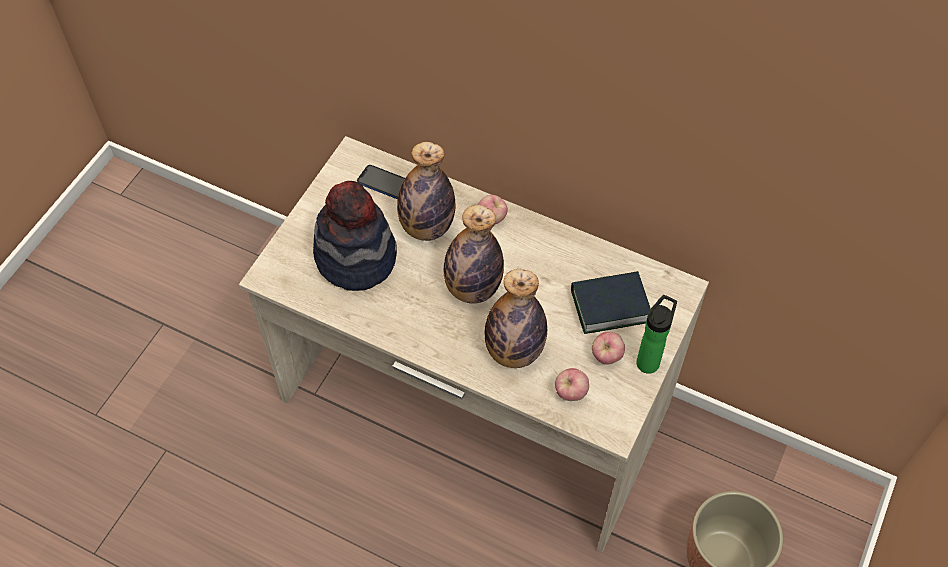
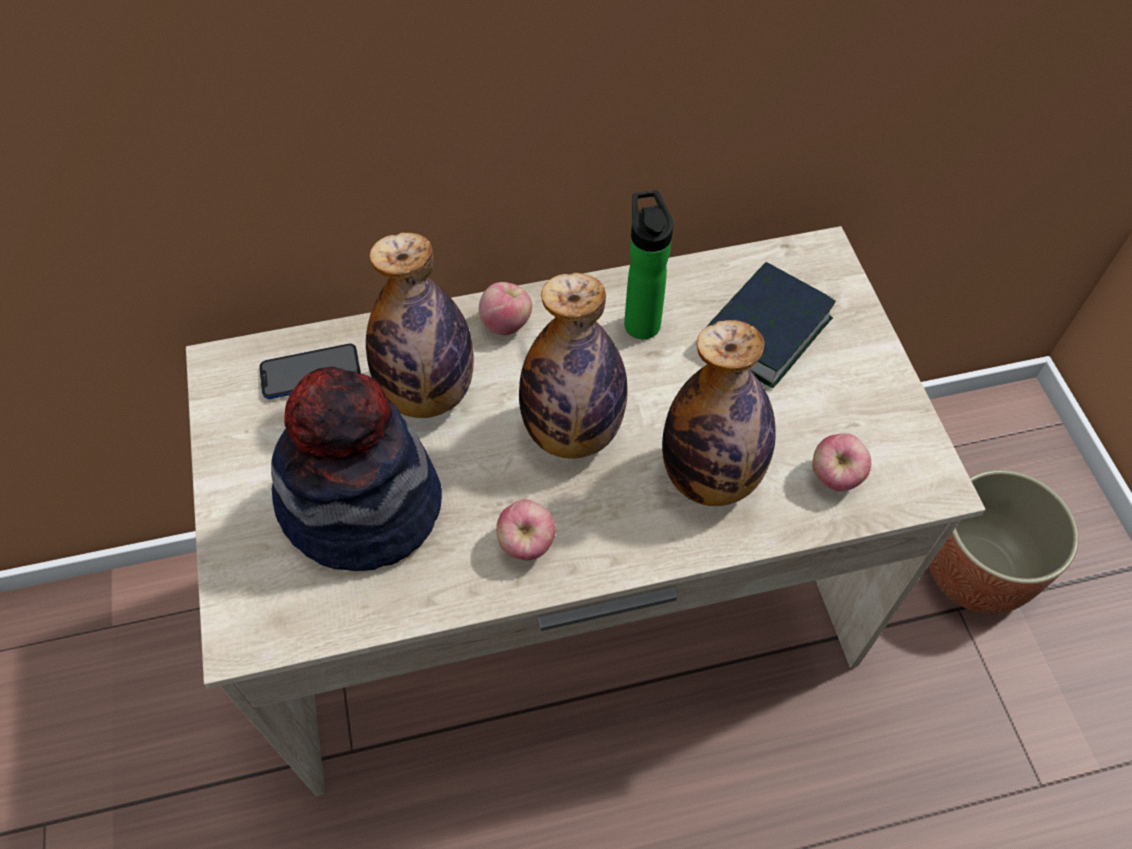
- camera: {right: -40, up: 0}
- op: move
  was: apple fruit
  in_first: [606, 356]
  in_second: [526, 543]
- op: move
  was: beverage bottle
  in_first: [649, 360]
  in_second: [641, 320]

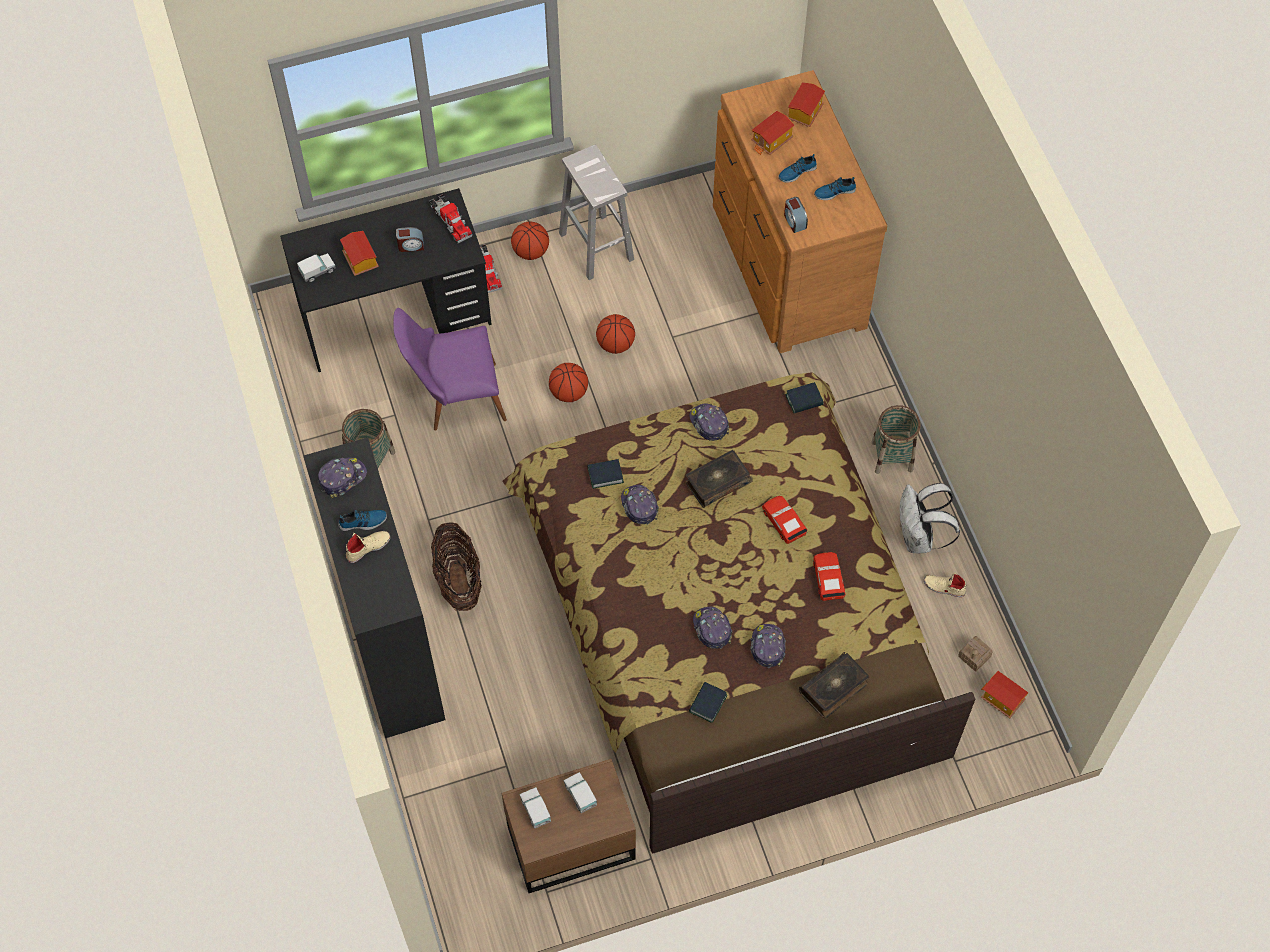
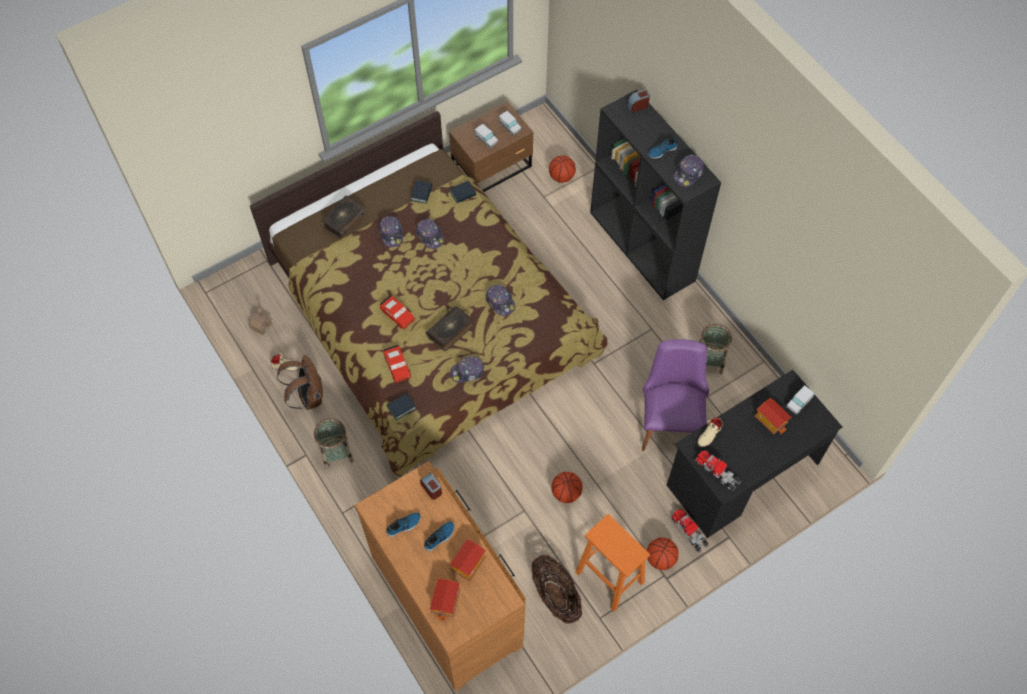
- camera: {right: 165, up: 0}
- op: move
  was: item of footwear (beige)
  in_first: [368, 547]
  in_second: [709, 435]
- op: rotate
  was: chair (purplish)
  in_first: [455, 397]
  in_second: [670, 420]
  clockwise: -60
- op: move
  was: alarm clock
  in_first: [411, 245]
  in_second: [638, 106]
- op: move
  was: household basket
  in_first: [458, 580]
  in_second: [555, 596]
- op: move
  was: ball for basketball
  in_first: [568, 392]
  in_second: [561, 177]
- op: recolor
  was: stool (whitish)
  now: stool (orange)
  in_first: [597, 247]
  in_second: [608, 576]
- op: move
  was: book
  in_first: [605, 475]
  in_second: [463, 193]
- op: rotate
  was: baseball cap
  in_first: [708, 424]
  in_second: [467, 372]
  clockwise: 120
- op: move
  was: model car (red)
  in_first: [828, 579]
  in_second: [397, 366]
- op: recolor
  was: backpack (whitish)
  now: backpack (brown)
  in_first: [919, 538]
  in_second: [308, 396]
- op: delete
  was: toy house
  in_first: [1001, 700]

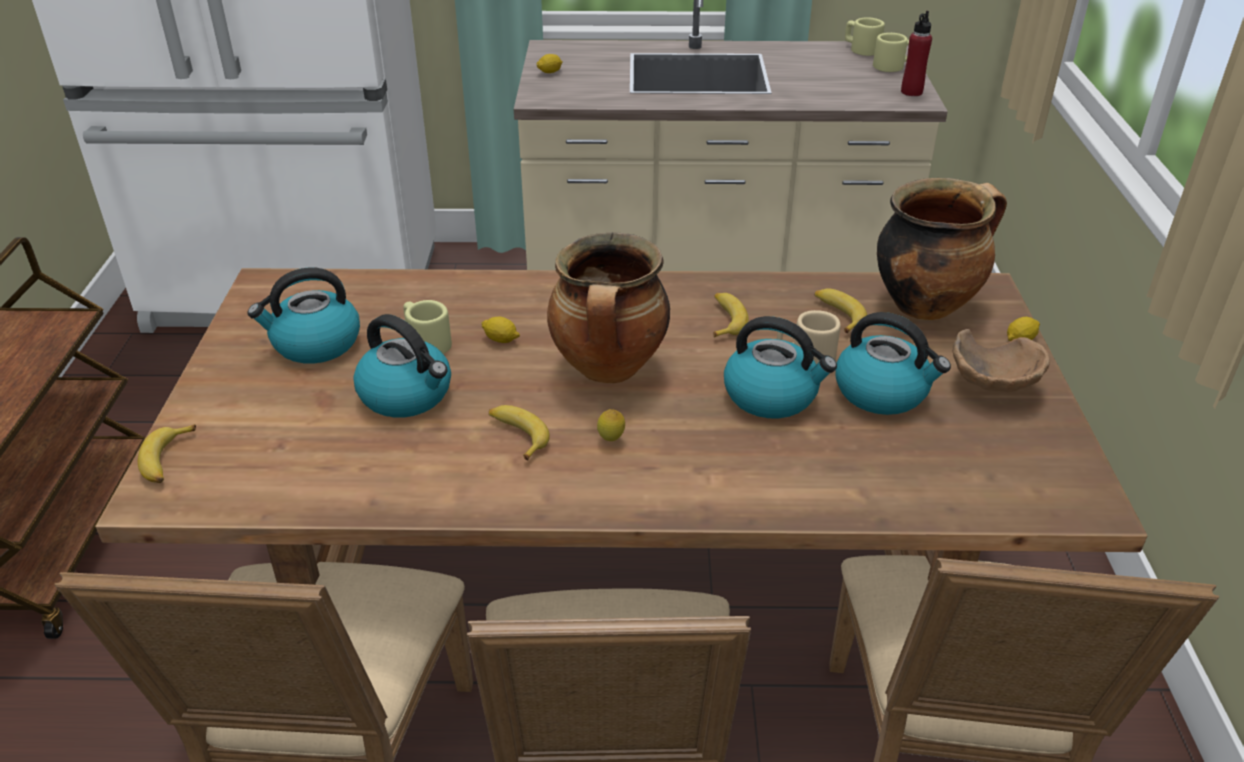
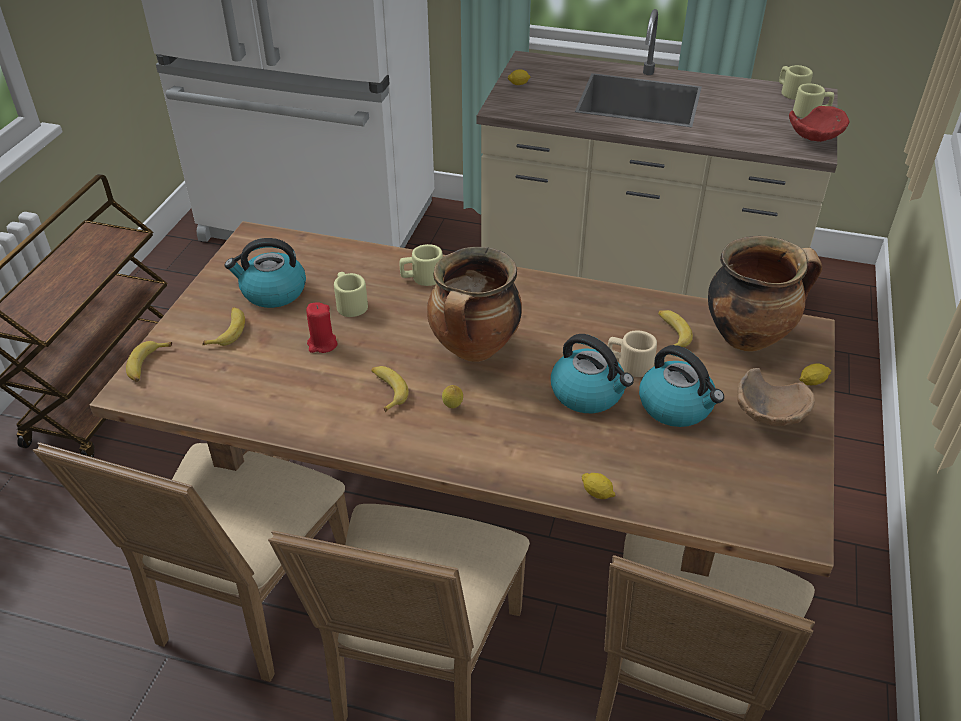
- camera: {right: 15, up: 5}
- op: replace
  was: tea kettle
  now: wax candle (red)
  in_first: [407, 395]
  in_second: [322, 344]
- op: move
  was: whole lemon
  in_first: [501, 339]
  in_second: [597, 493]
- op: move
  was: banana
  in_first: [725, 320]
  in_second: [228, 331]
- op: replace
  was: beverage bottle (red)
  now: serving bowl (red)
  in_first: [911, 92]
  in_second: [814, 141]
- op: insert
  now: tea mug (beige)
  in_second: [421, 278]

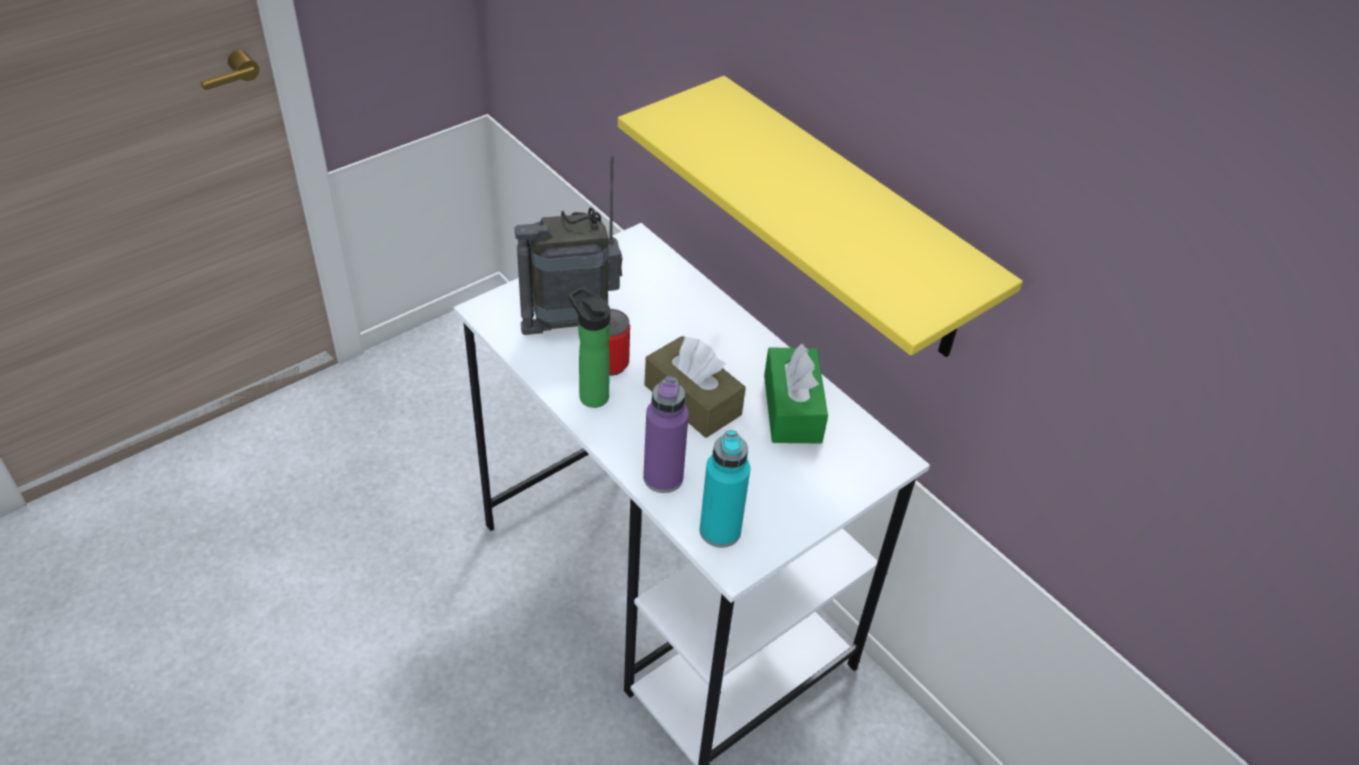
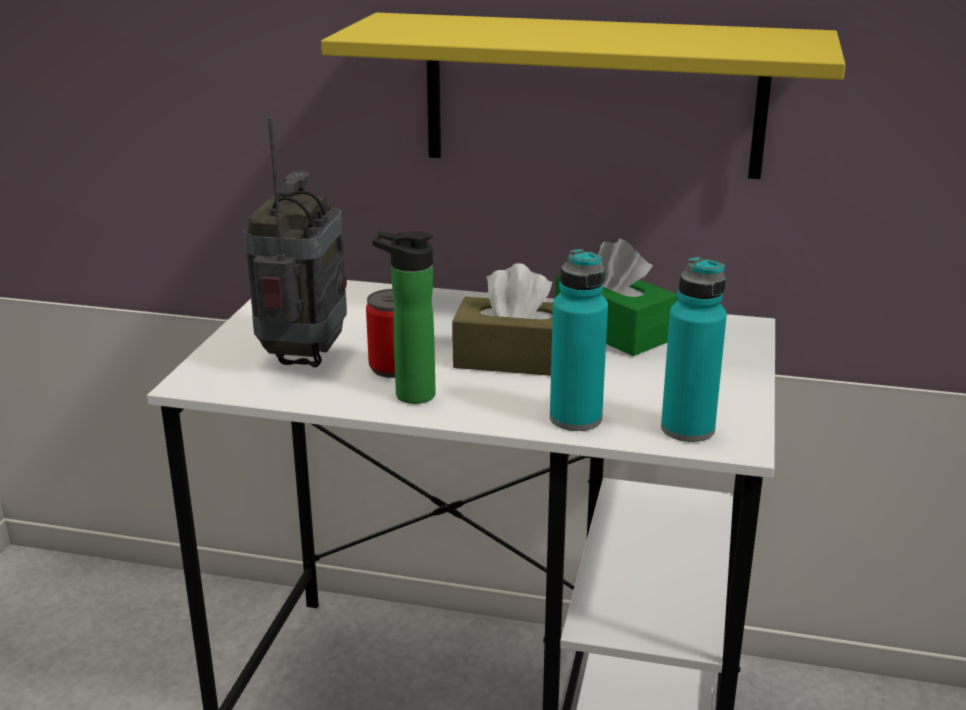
- camera: {right: -35, up: -20}
- op: rotate
  was: radio
  in_first: [570, 320]
  in_second: [304, 355]
  clockwise: 150
- op: recolor
  was: beverage bottle (purplish)
  now: beverage bottle (turquoise-coloured)
  in_first: [663, 478]
  in_second: [575, 418]

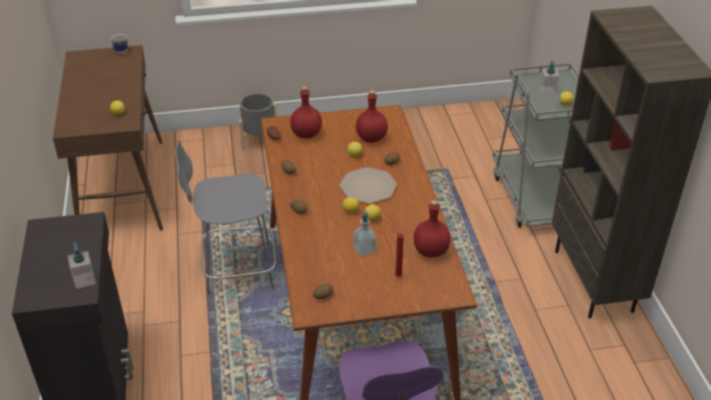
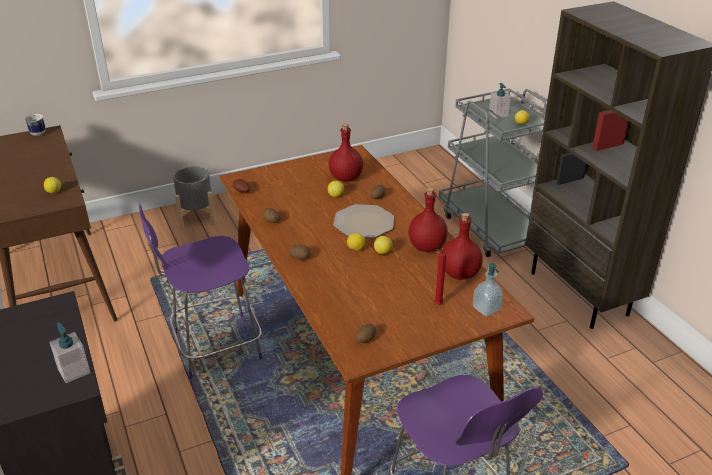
- camera: {right: -15, up: -5}
- op: recolor
  was: chair (gray)
  now: chair (purplish)
  in_first: [236, 270]
  in_second: [213, 347]
- op: move
  was: beverage bottle (red)
  in_first: [306, 134]
  in_second: [426, 246]
- op: move
  was: liquid soap bottle
  in_first: [364, 249]
  in_second: [486, 309]

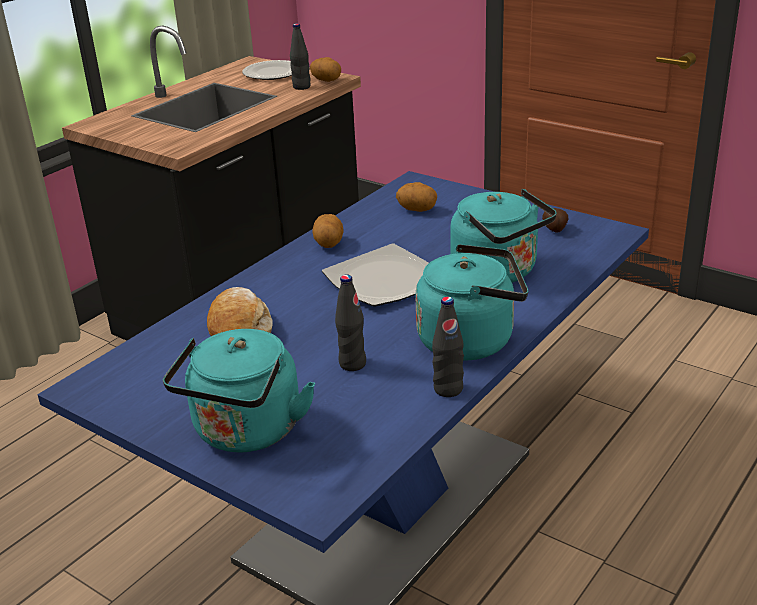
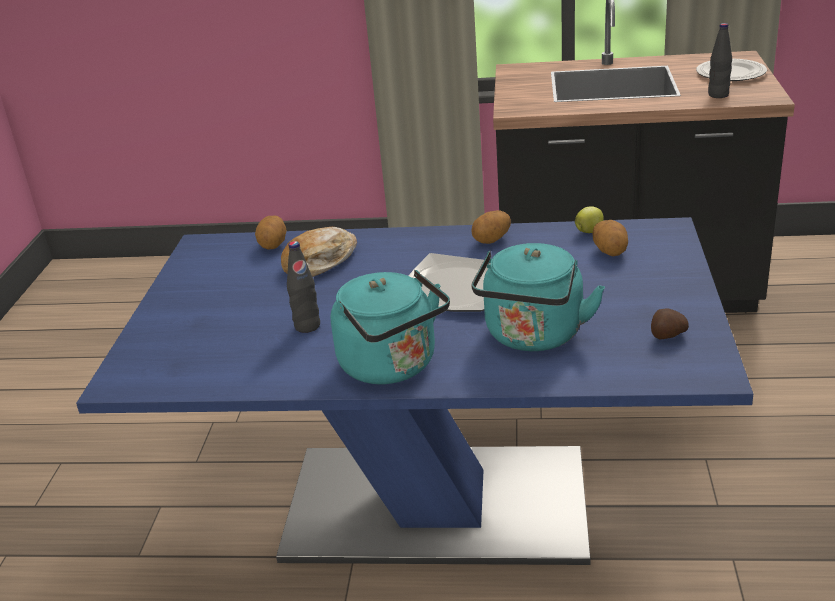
- camera: {right: 60, up: 0}
- op: delete
  was: tea kettle (turquoise-coloured)
  in_first: [246, 433]
- op: move
  was: potato
  in_first: [326, 80]
  in_second: [273, 245]
- op: delete
  was: beverage bottle (blackish)
  in_first: [448, 389]
- op: insert
  now: apple fruit
  in_second: [589, 231]

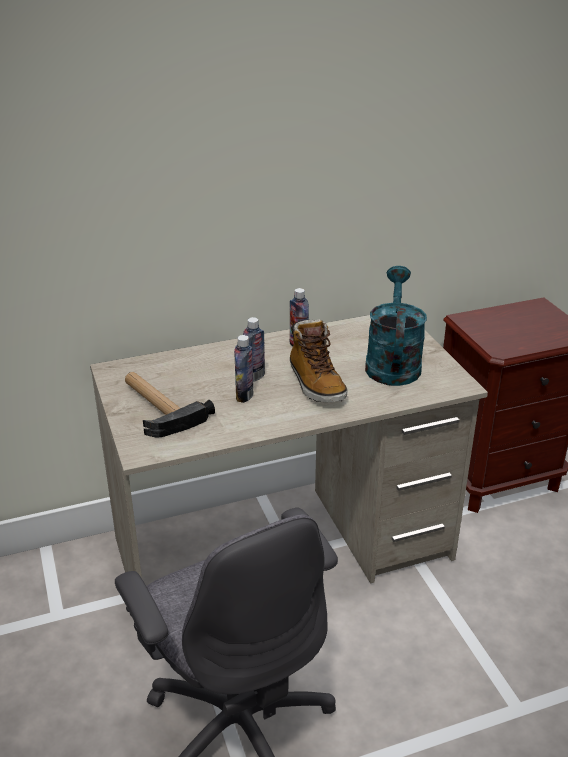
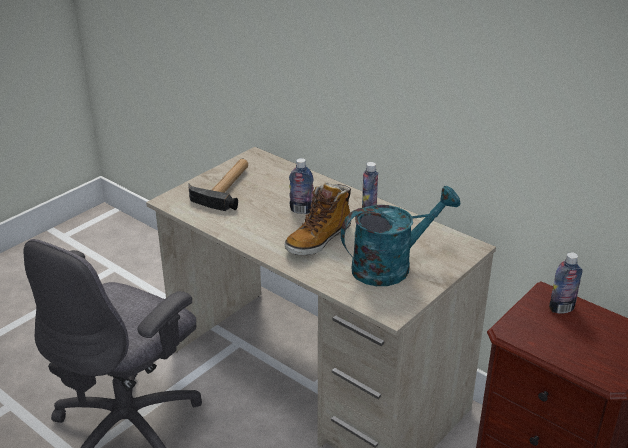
- camera: {right: 60, up: 0}
- op: move
  was: beverage bottle
  in_first: [244, 396]
  in_second: [561, 308]

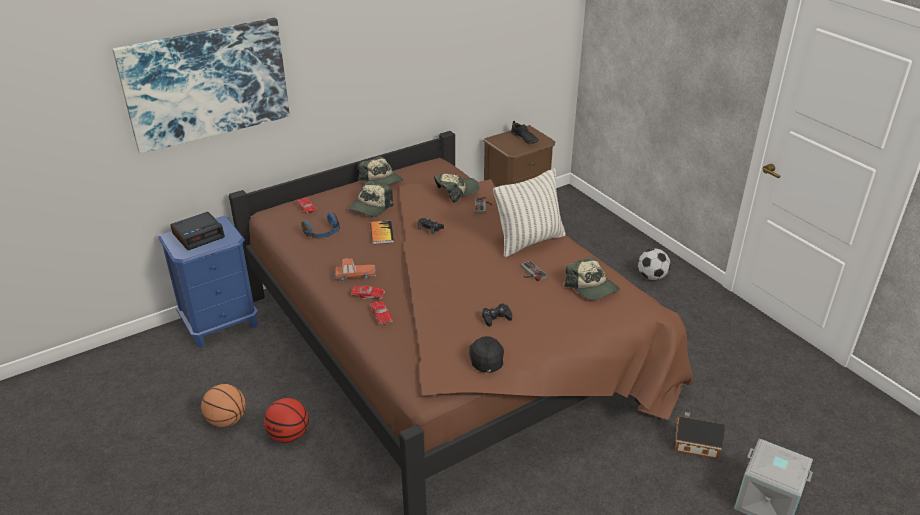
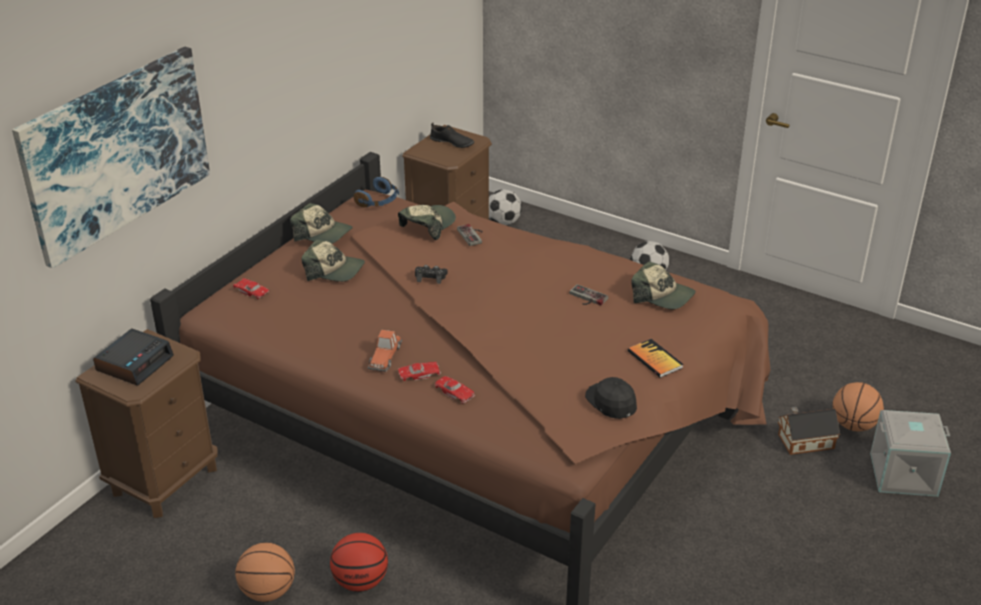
- camera: {right: -25, up: 0}
- op: recolor
  was: nightstand (blue)
  now: nightstand (brown)
  in_first: [220, 324]
  in_second: [164, 480]
- op: move
  was: pair of headphones (blue)
  in_first: [323, 233]
  in_second: [378, 201]
- op: rotate
  was: model car
  in_first: [355, 275]
  in_second: [384, 356]
  clockwise: 135
- op: rotate
  was: baseball cap
  in_first: [370, 207]
  in_second: [334, 270]
  clockwise: -75
- op: move
  was: book
  in_first: [381, 233]
  in_second: [655, 359]
- op: delete
  was: gamepad (blackish)
  in_first: [496, 318]
- op: delete
  was: cushion
  in_first: [529, 241]
- op: insert
  now: football
  in_second: [503, 222]
- op: insert
  now: ball for basketball
  in_second: [853, 425]

